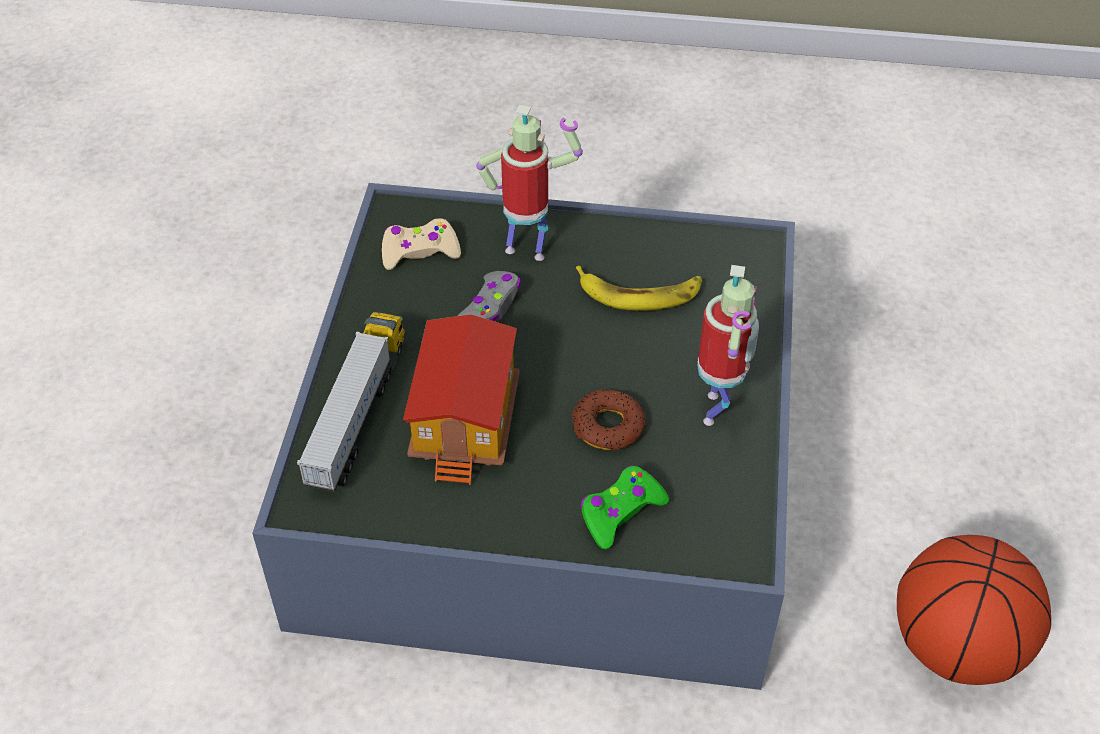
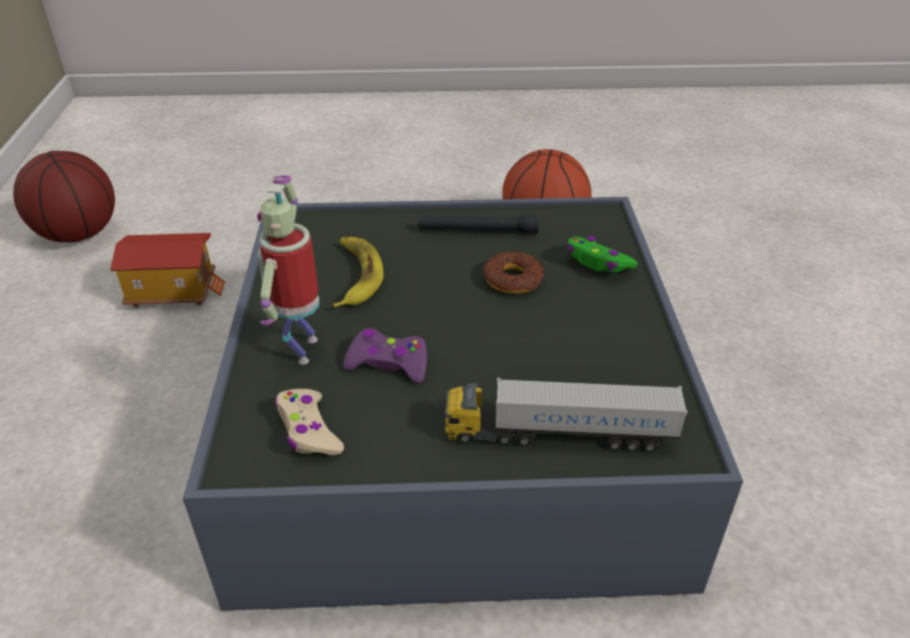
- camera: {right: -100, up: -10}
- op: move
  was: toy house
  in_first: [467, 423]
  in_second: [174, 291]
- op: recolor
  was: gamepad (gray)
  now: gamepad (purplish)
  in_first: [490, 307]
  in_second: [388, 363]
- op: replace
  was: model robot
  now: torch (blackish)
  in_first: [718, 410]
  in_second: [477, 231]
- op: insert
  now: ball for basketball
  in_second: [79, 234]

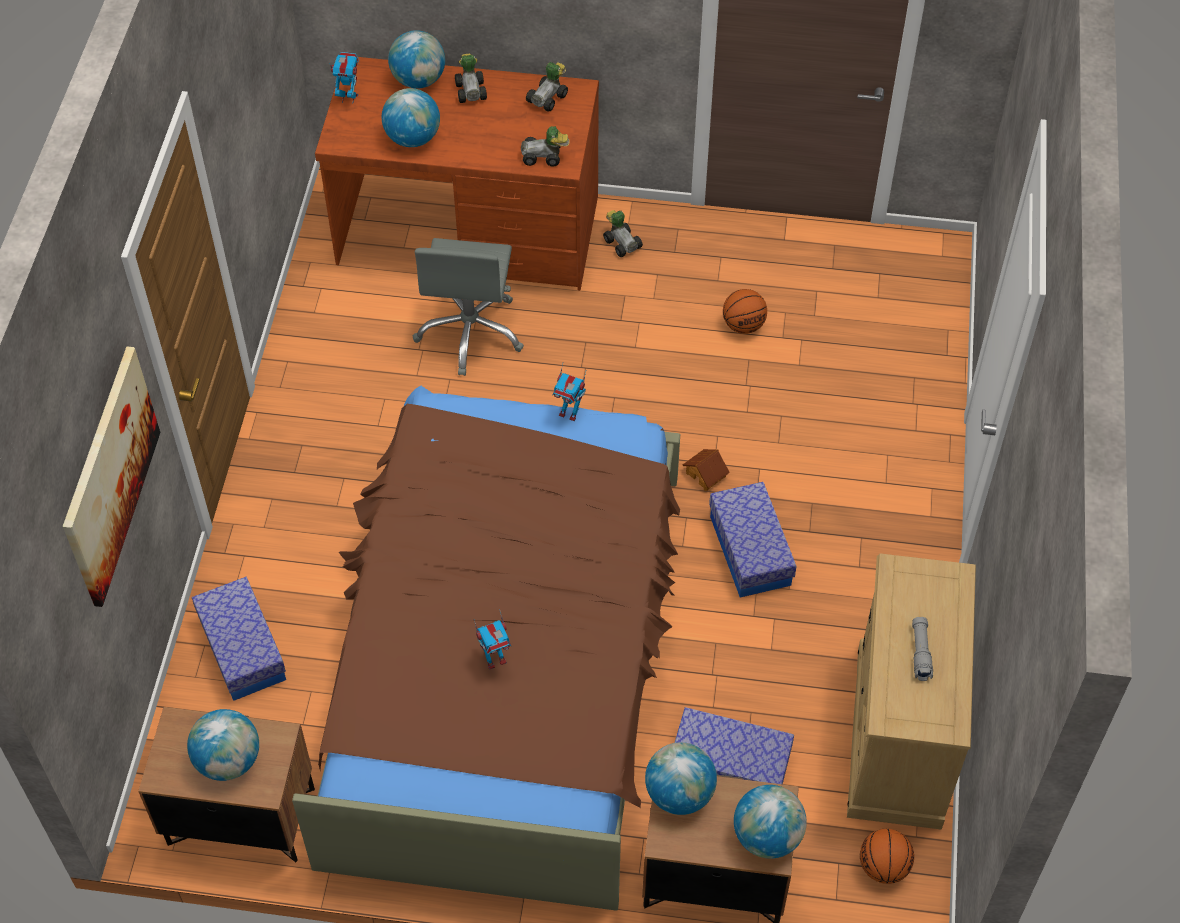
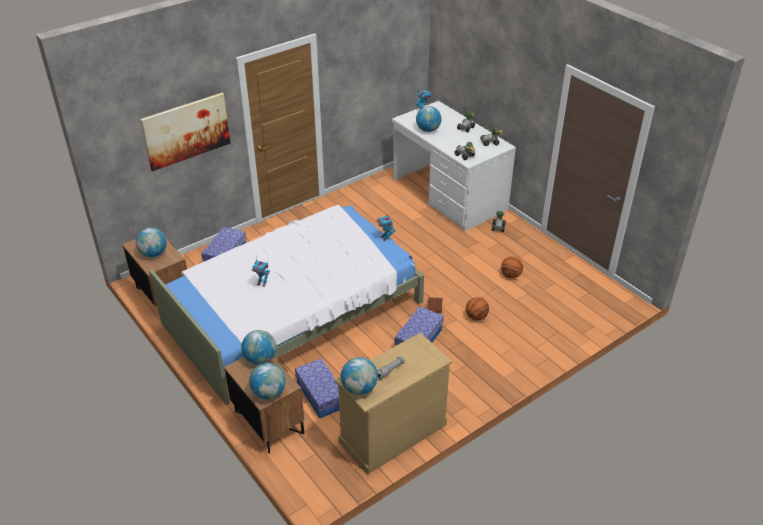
- camera: {right: 45, up: -15}
- op: recolor
  was: bed (brown)
  now: bed (whitish)
  in_first: [506, 657]
  in_second: [295, 312]
- op: recolor
  was: desk unit (brown)
  now: desk unit (whitish)
  in_first: [469, 231]
  in_second: [448, 195]
- op: move
  was: globe
  in_first: [418, 80]
  in_second: [359, 388]
- op: delete
  was: desk chair (gray)
  in_first: [471, 332]
- op: move
  was: ball for basketball
  in_first: [883, 867]
  in_second: [476, 317]

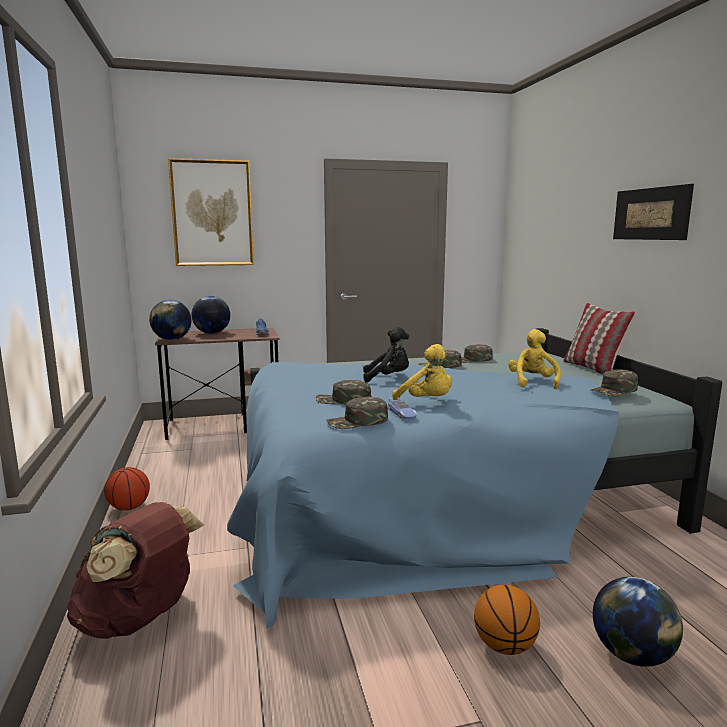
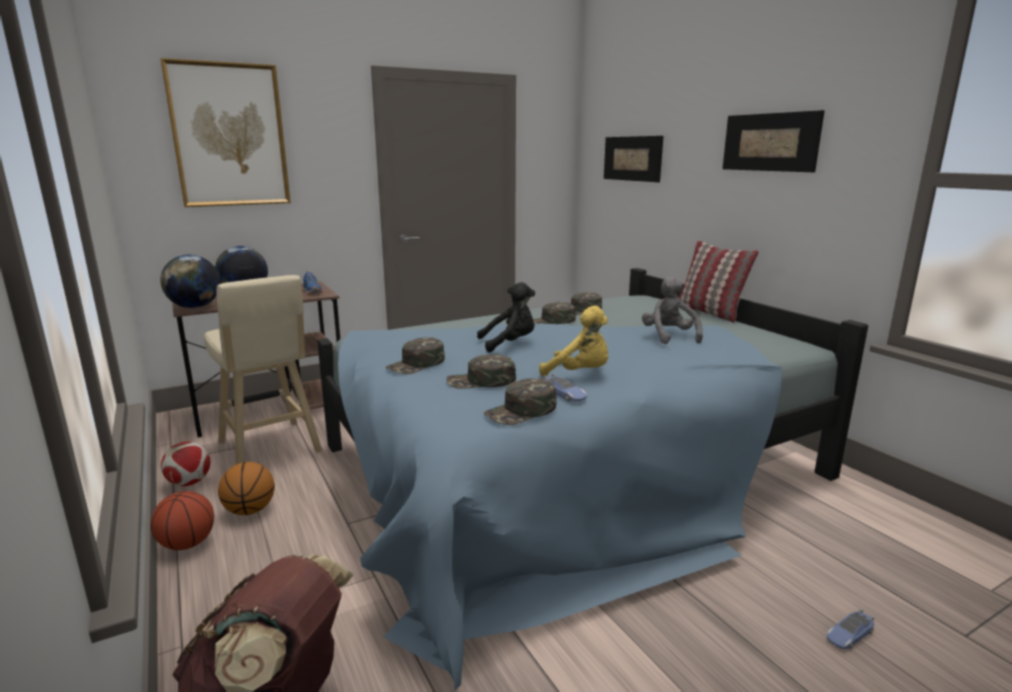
- camera: {right: -15, up: 5}
- op: move
  was: ball for basketball
  in_first: [504, 646]
  in_second: [249, 511]
- op: recolor
  was: soft toy (yellow)
  now: soft toy (gray)
  in_first: [532, 383]
  in_second: [669, 337]
- op: move
  was: baseball cap (green)
  in_first: [614, 390]
  in_second: [416, 364]
- op: replace
  was: globe
  now: model car
  in_first: [632, 655]
  in_second: [849, 634]
- op: insert
  now: football
  in_second: [189, 483]
- op: insert
  now: stool (beige)
  in_second: [270, 449]
- op: insert
  now: picture
  in_second: [632, 158]

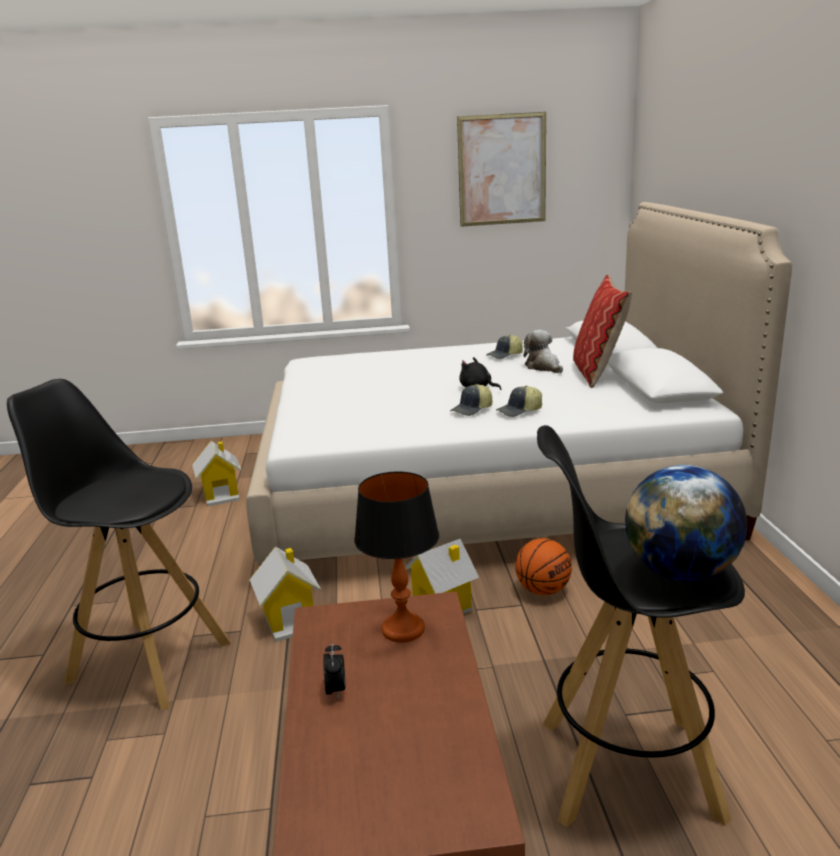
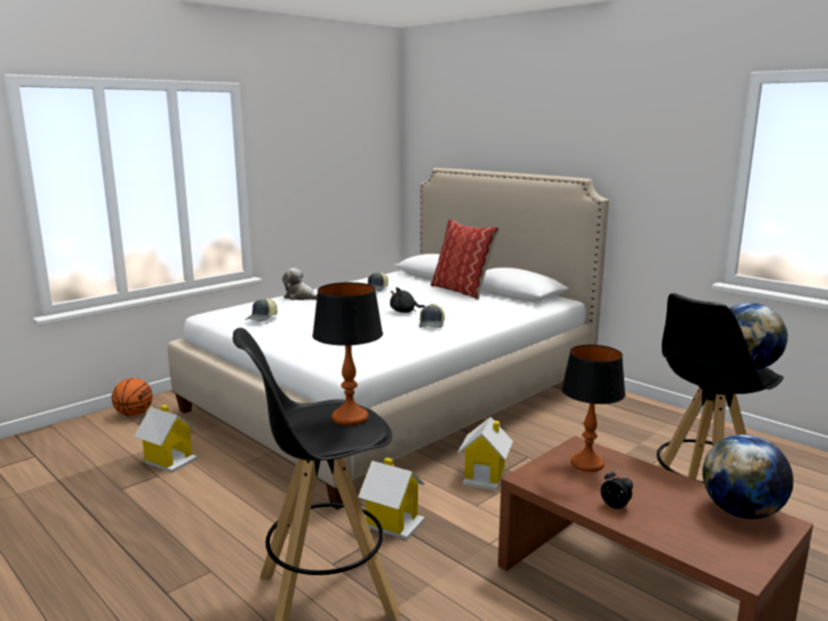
- camera: {right: -40, up: -5}
- op: delete
  was: picture
  in_first: [502, 170]
- op: move
  was: baseball cap
  in_first: [519, 411]
  in_second: [262, 318]
- op: move
  was: ball for basketball
  in_first: [543, 590]
  in_second: [134, 414]
- op: move
  was: soft toy
  in_first: [543, 367]
  in_second: [301, 297]
- op: insert
  now: tabletop lamp
  in_second: [350, 418]
- op: insert
  now: globe
  in_second: [741, 512]

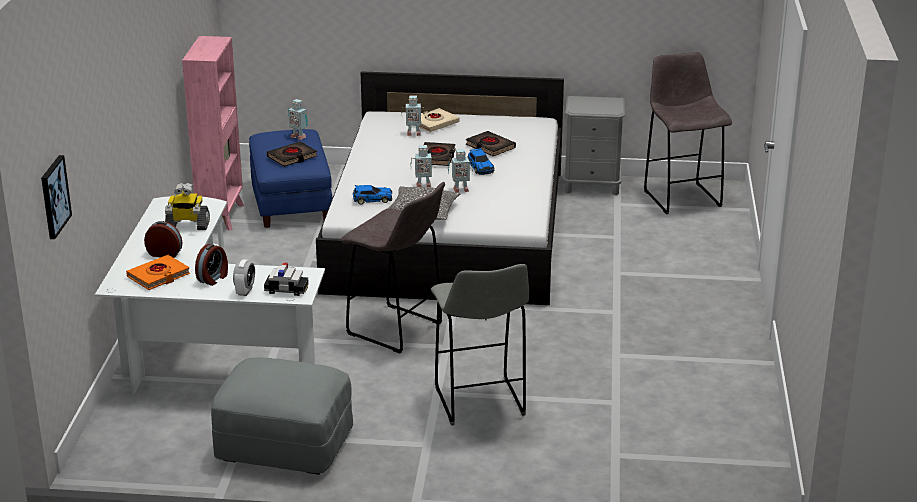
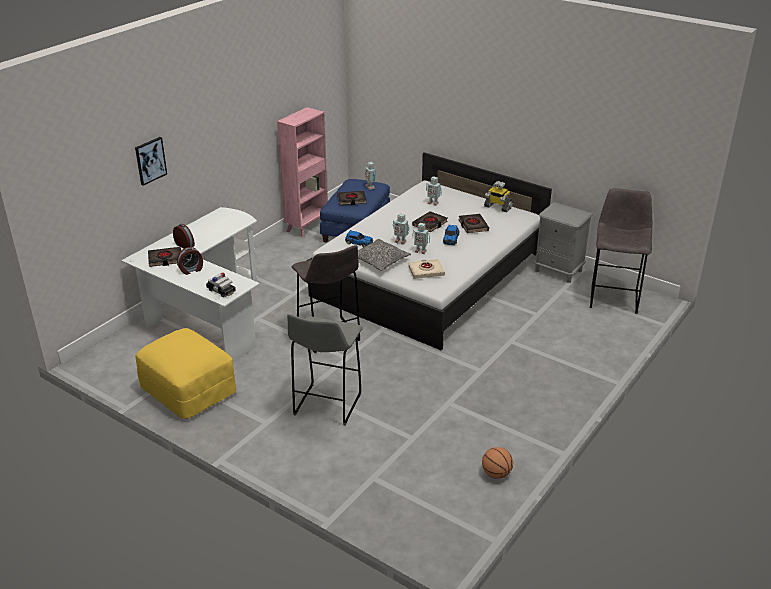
- camera: {right: 30, up: 5}
- op: move
  was: picture
  in_first: [54, 196]
  in_second: [150, 160]
- op: recolor
  was: book (orange)
  now: book (blackish)
  in_first: [158, 276]
  in_second: [165, 259]
- op: move
  was: model robot
  in_first: [187, 226]
  in_second: [497, 207]
- op: recolor
  was: ottoman (gray)
  now: ottoman (yellow)
  in_first: [283, 445]
  in_second: [188, 391]
- op: delete
  was: alarm clock
  in_first: [245, 291]
- op: move
  was: book (beige)
  in_first: [434, 123]
  in_second: [426, 271]
- op: insert
  now: ball for basketball
  in_second: [496, 474]

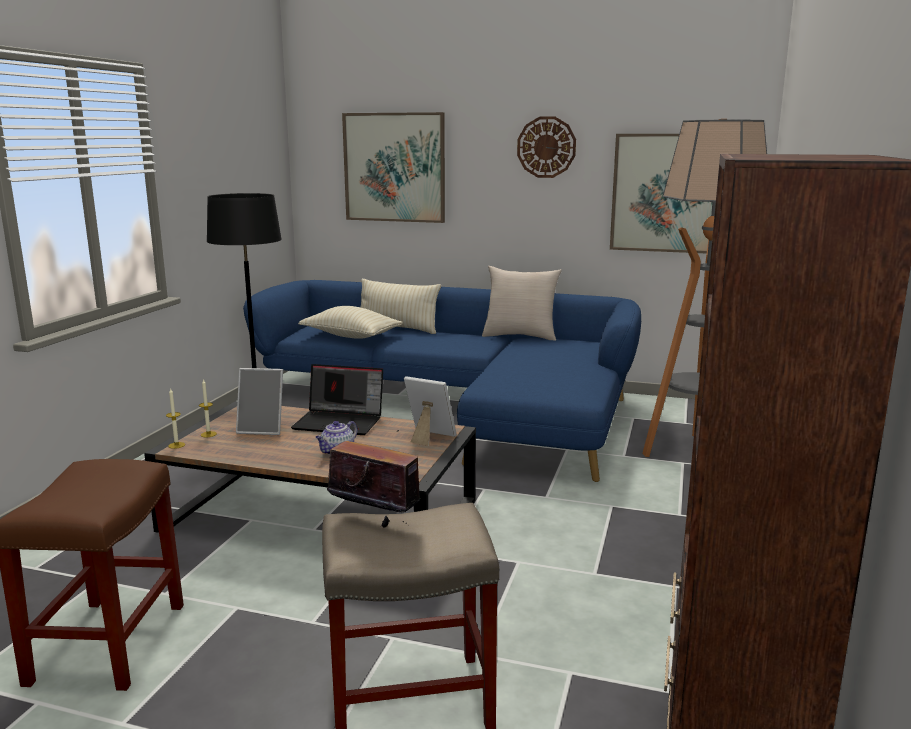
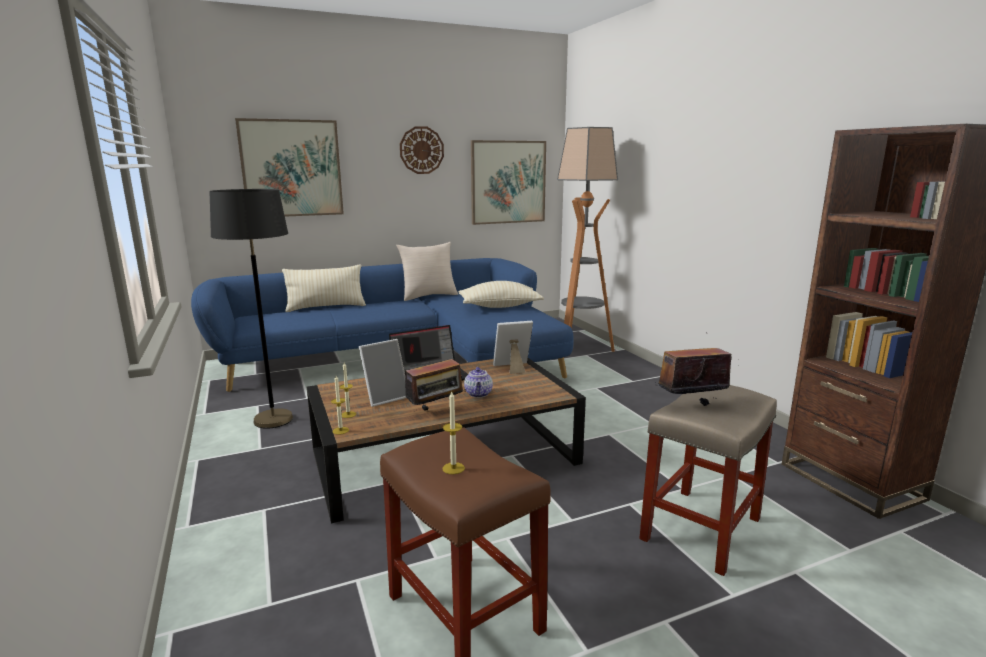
- camera: {right: -40, up: 0}
- op: move
  was: cushion (beige)
  in_first: [351, 336]
  in_second: [500, 306]
- op: insert
  now: radio
  in_second: [436, 410]
- op: insert
  now: wax candle
  in_second: [453, 468]

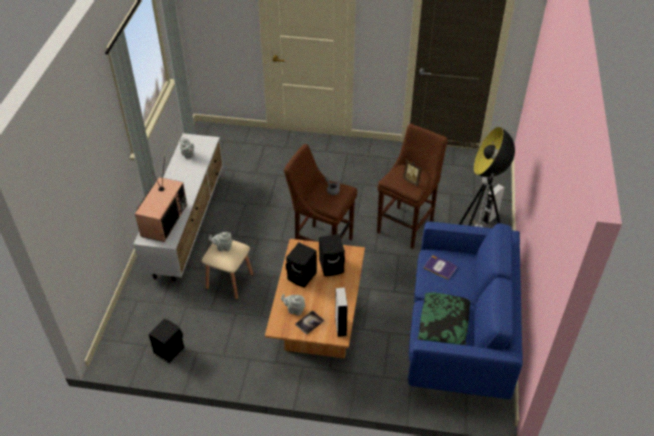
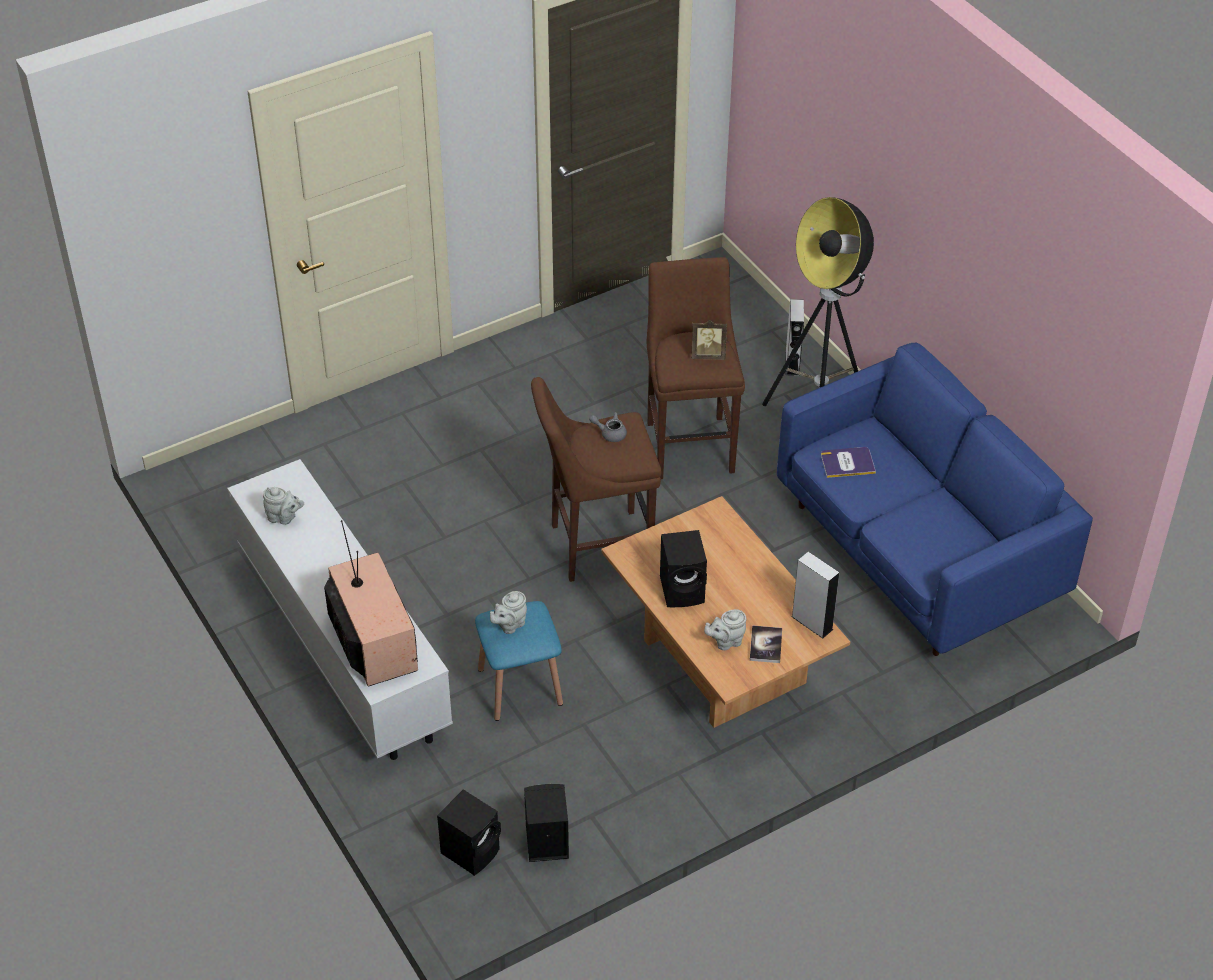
- camera: {right: -40, up: 0}
- op: recolor
  was: stool (beige)
  now: stool (blue)
  in_first: [229, 281]
  in_second: [520, 686]
- op: move
  was: speaker (blackish)
  in_first: [332, 266]
  in_second: [472, 850]
- op: delete
  was: cushion
  in_first: [443, 325]

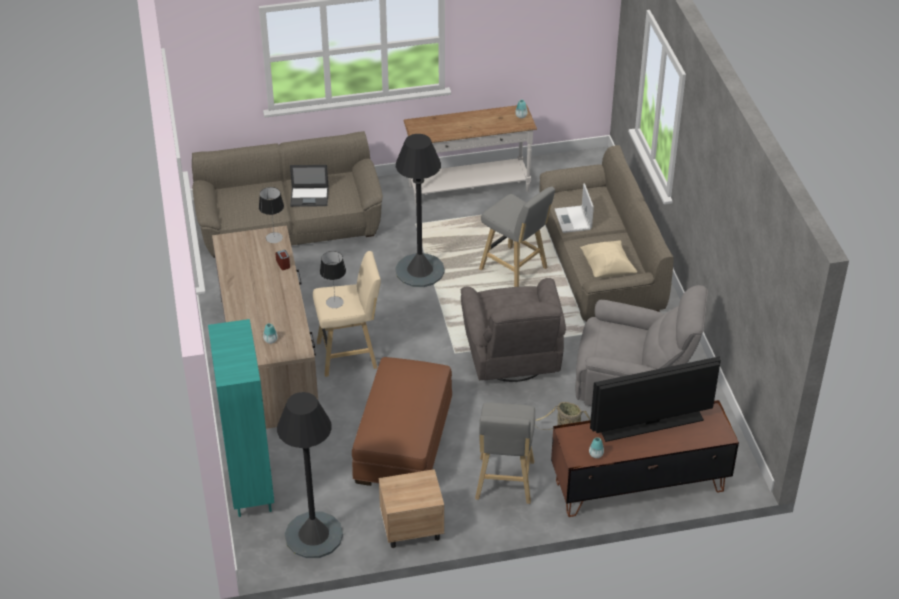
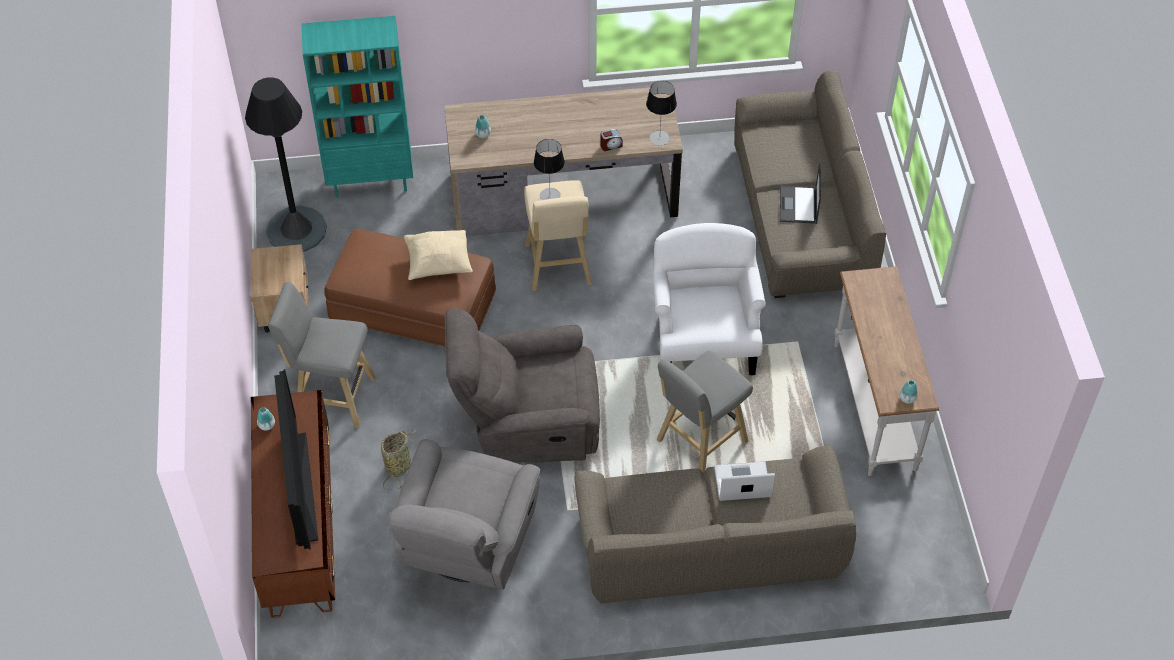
- camera: {right: 95, up: 10}
- op: replace
  was: floor lamp (blackish)
  now: armchair (whitish)
  in_first: [419, 271]
  in_second: [703, 341]
- op: move
  was: cushion (beige)
  in_first: [607, 269]
  in_second: [438, 264]

